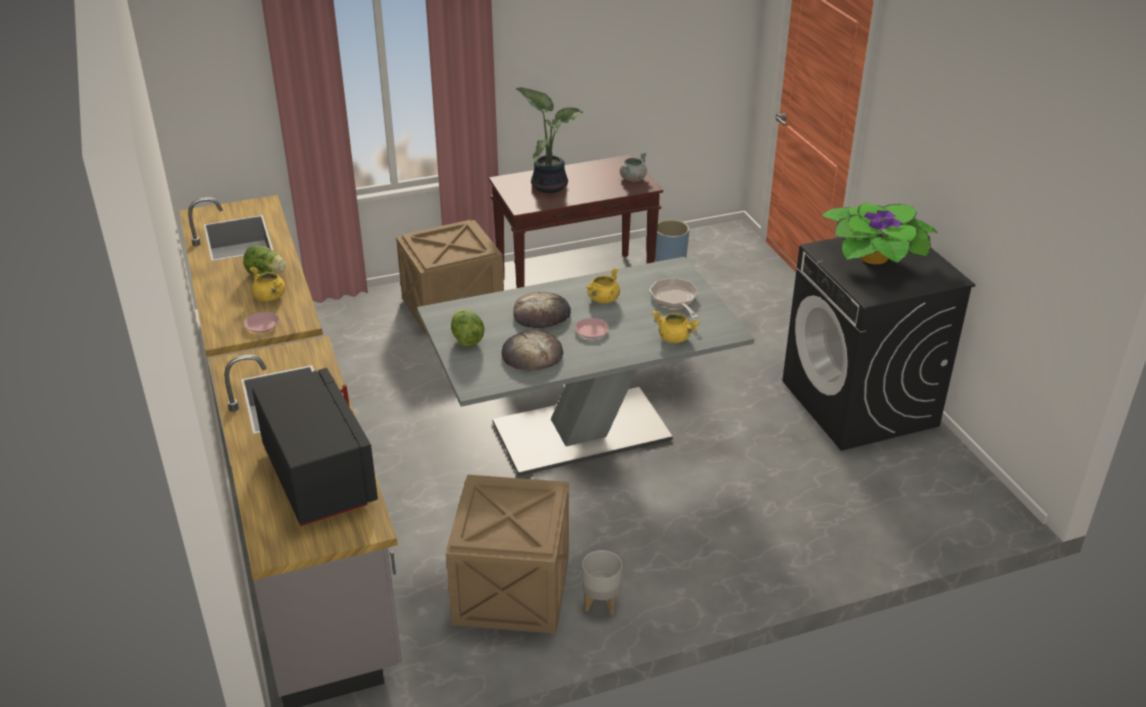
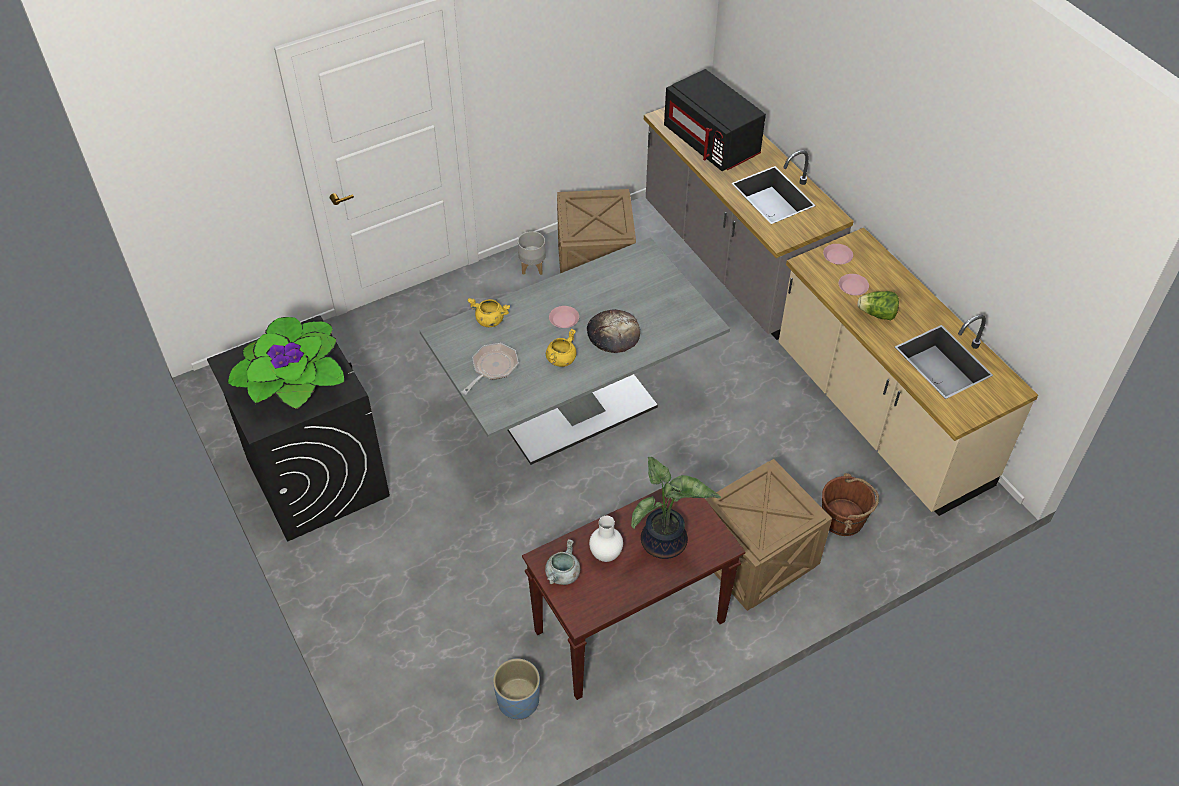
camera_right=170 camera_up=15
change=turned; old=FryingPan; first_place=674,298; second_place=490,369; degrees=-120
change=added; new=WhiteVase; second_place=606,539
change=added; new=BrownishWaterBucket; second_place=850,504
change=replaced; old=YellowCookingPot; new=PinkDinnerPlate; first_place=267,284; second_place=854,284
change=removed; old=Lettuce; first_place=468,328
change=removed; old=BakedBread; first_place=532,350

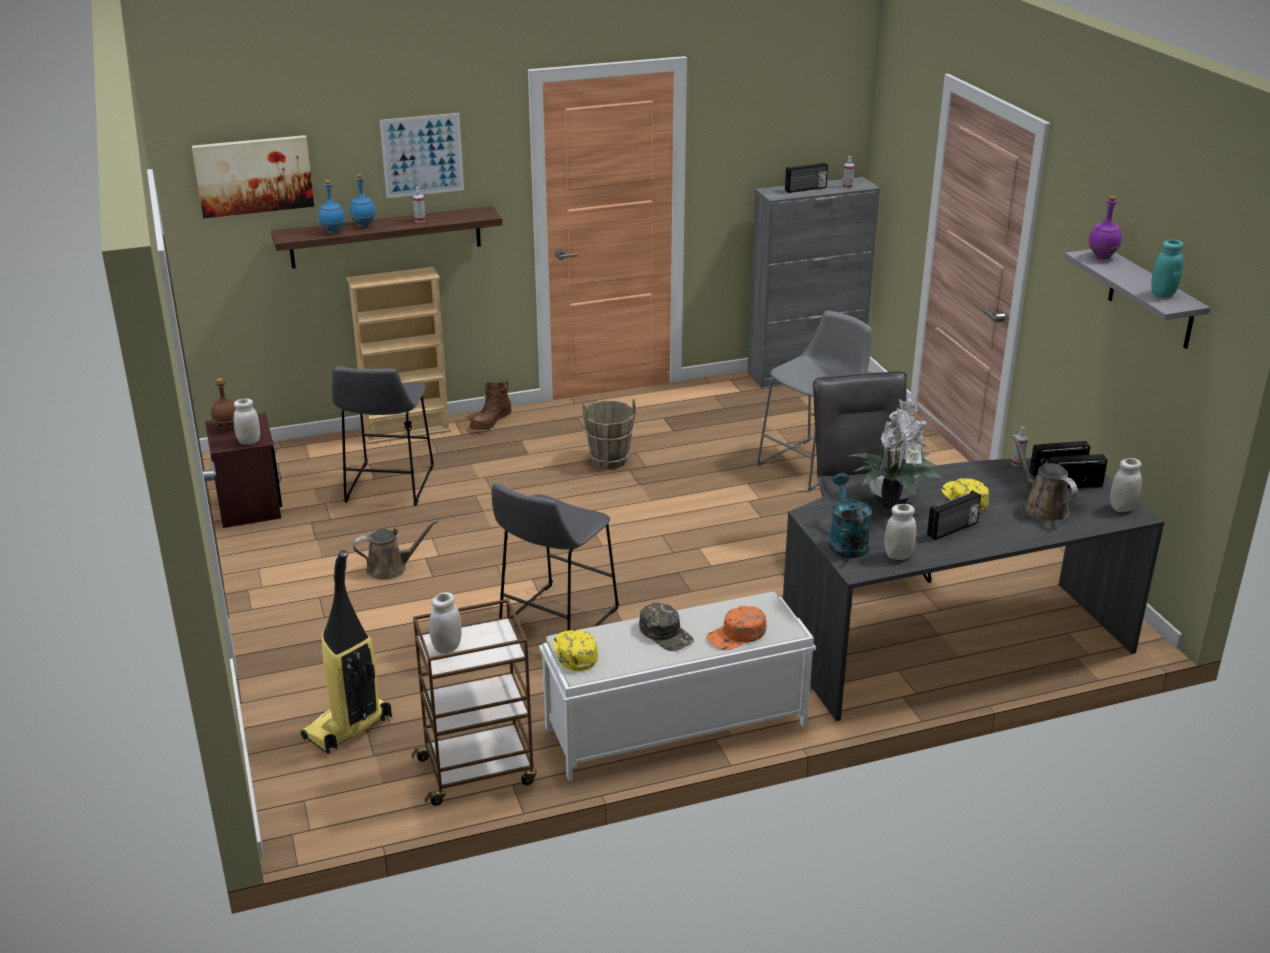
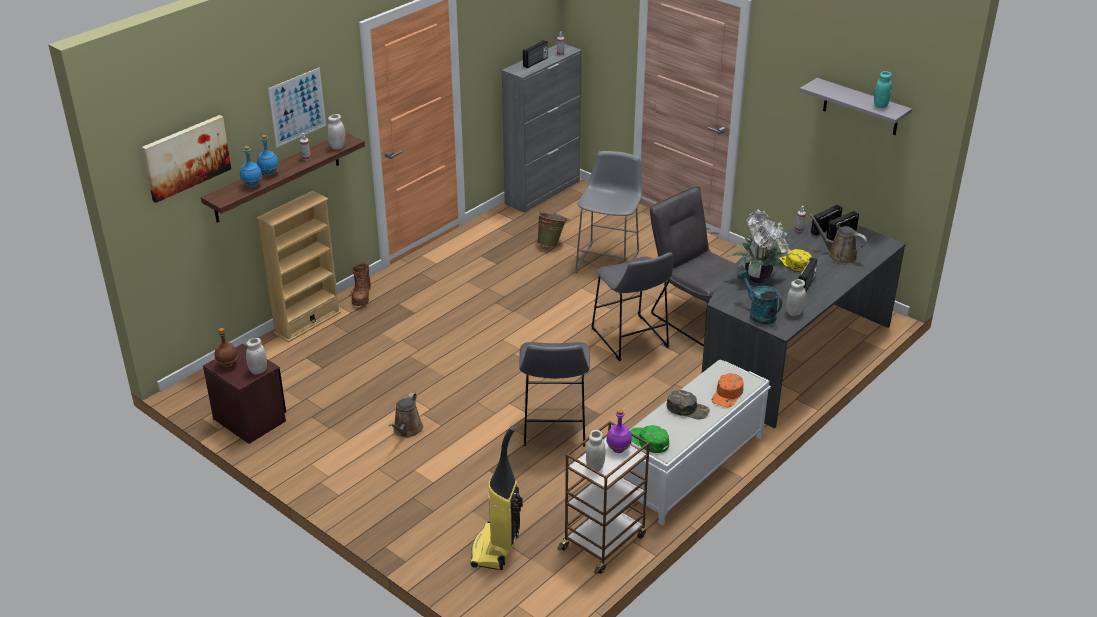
camera_right=-30 camera_up=5
change=moved; old=WhiteStorageJar; first_place=1126,485; second_place=336,132
change=turned; old=BrownishSprinklingCan; first_place=395,550; second_place=406,415; degrees=150
change=added; new=GreenWaterBucket; second_place=552,229
change=moved; old=GraySittingStool; first_place=383,436; second_place=632,306
change=moved; old=PurpleBottle; first_place=1105,227; second_place=619,431
change=recoloured; old=YellowPeakedCap; new=GreenPeakedCap; first_place=575,650; second_place=649,439
change=removed; old=BrownishWaterBucket; first_place=609,434

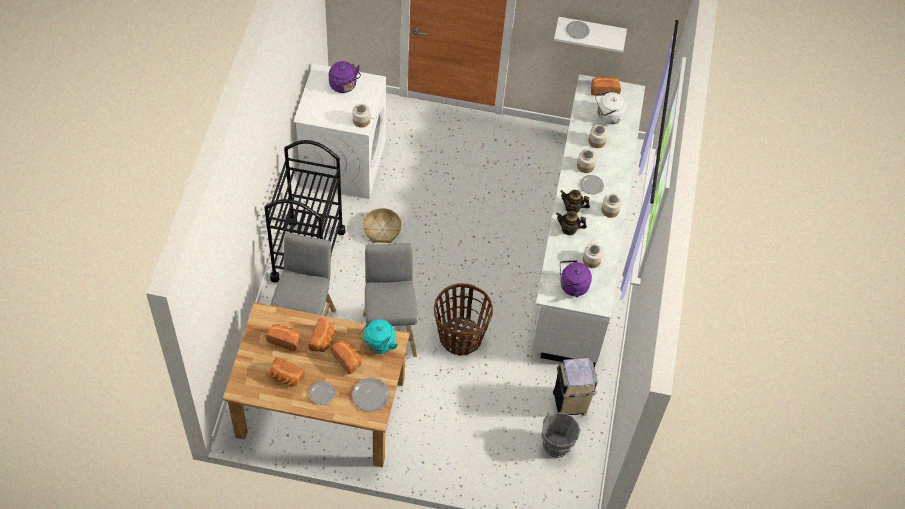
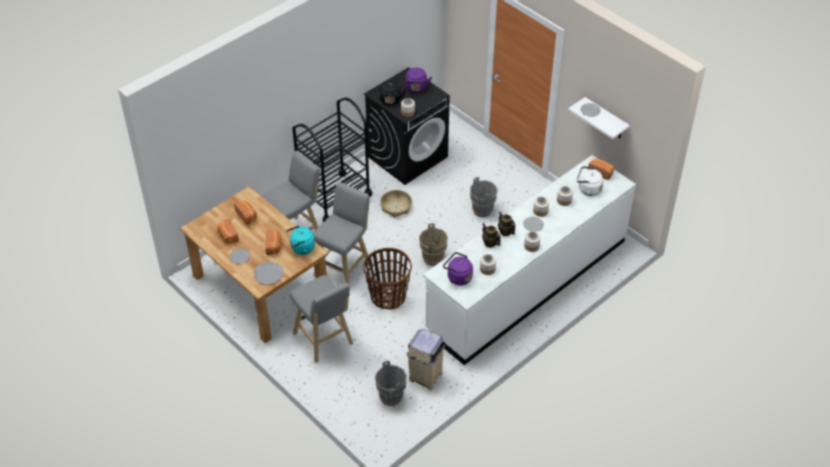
camera_right=40 camera_up=-10
change=added; new=GraySittingStool; second_place=321,319
change=recoloured; old=WhiteLaundryAppliance; new=BlackColouredLaundryAppliance; first_place=339,131; second_place=407,126
change=added; new=BlackColouredKettle; second_place=392,92
change=added; new=BrownishWaterBucket; second_place=433,244
change=added; new=GrayWaterBucket; second_place=484,197
change=removed; old=BakedBread; first_place=321,335

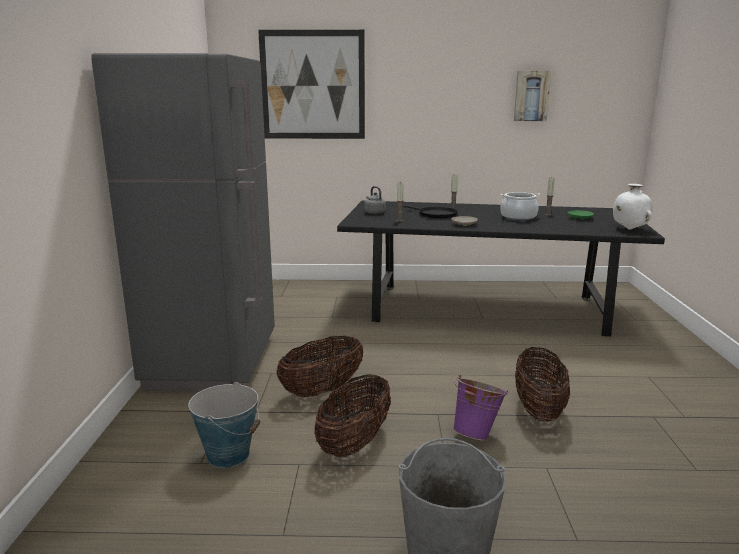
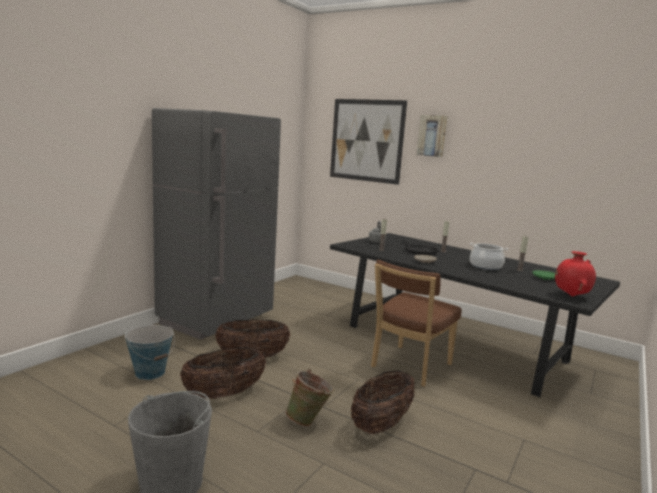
camera_right=30 camera_up=-5
change=recoloured; old=PurpleWaterBucket; new=GreenWaterBucket; first_place=480,408; second_place=309,398
change=added; new=BrownishPlainChair; second_place=416,323
change=moved; old=WallPicture; first_place=532,96; second_place=432,136
change=recoloured; old=WhiteVase; new=RedColouredVase; first_place=633,207; second_place=575,273

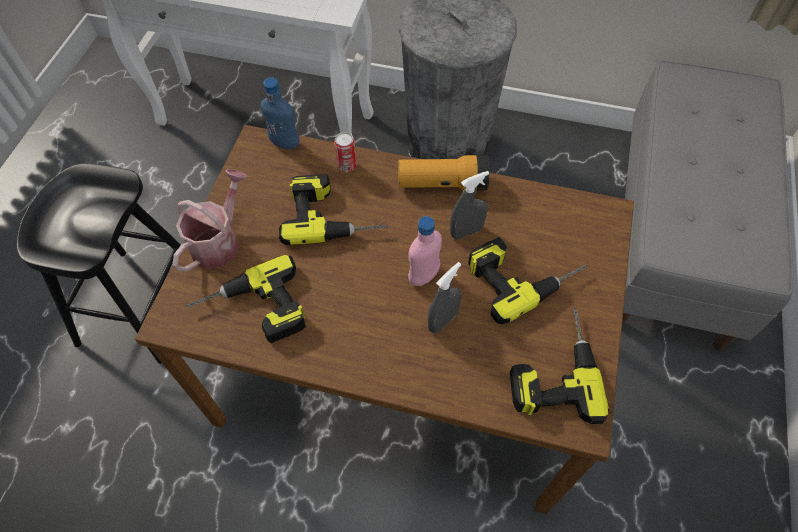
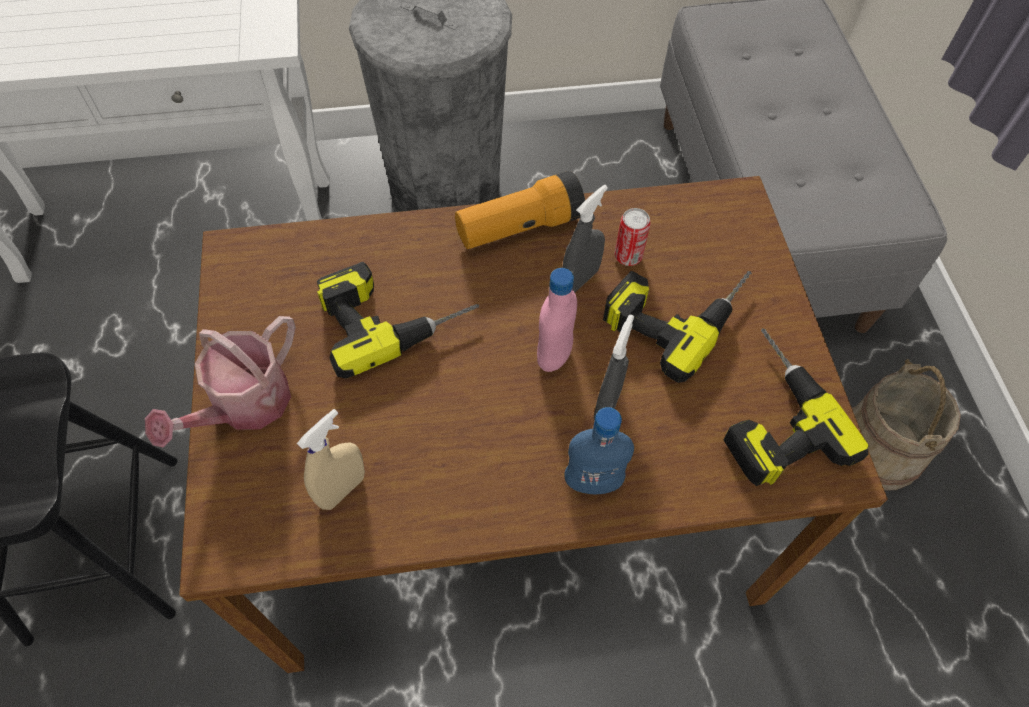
camera_right=-25 camera_up=0
change=turned; old=SprinklingCan; first_place=210,220; second_place=220,381; degrees=-150
change=replaced; old=PowerDrill; new=BeigeColouredSprayer; first_place=245,299; second_place=331,459
change=moved; old=BluishBottle; first_place=280,113; second_place=599,450
change=moved; old=Can; first_place=345,152; second_place=632,237
change=added; new=BeigeColouredWaterBucket; second_place=906,424

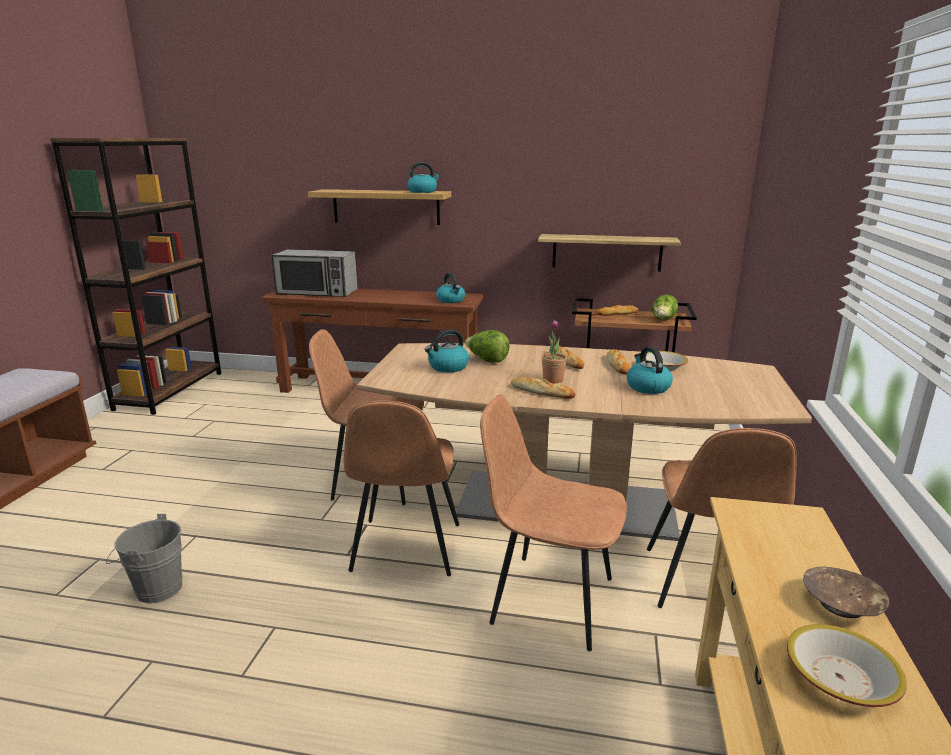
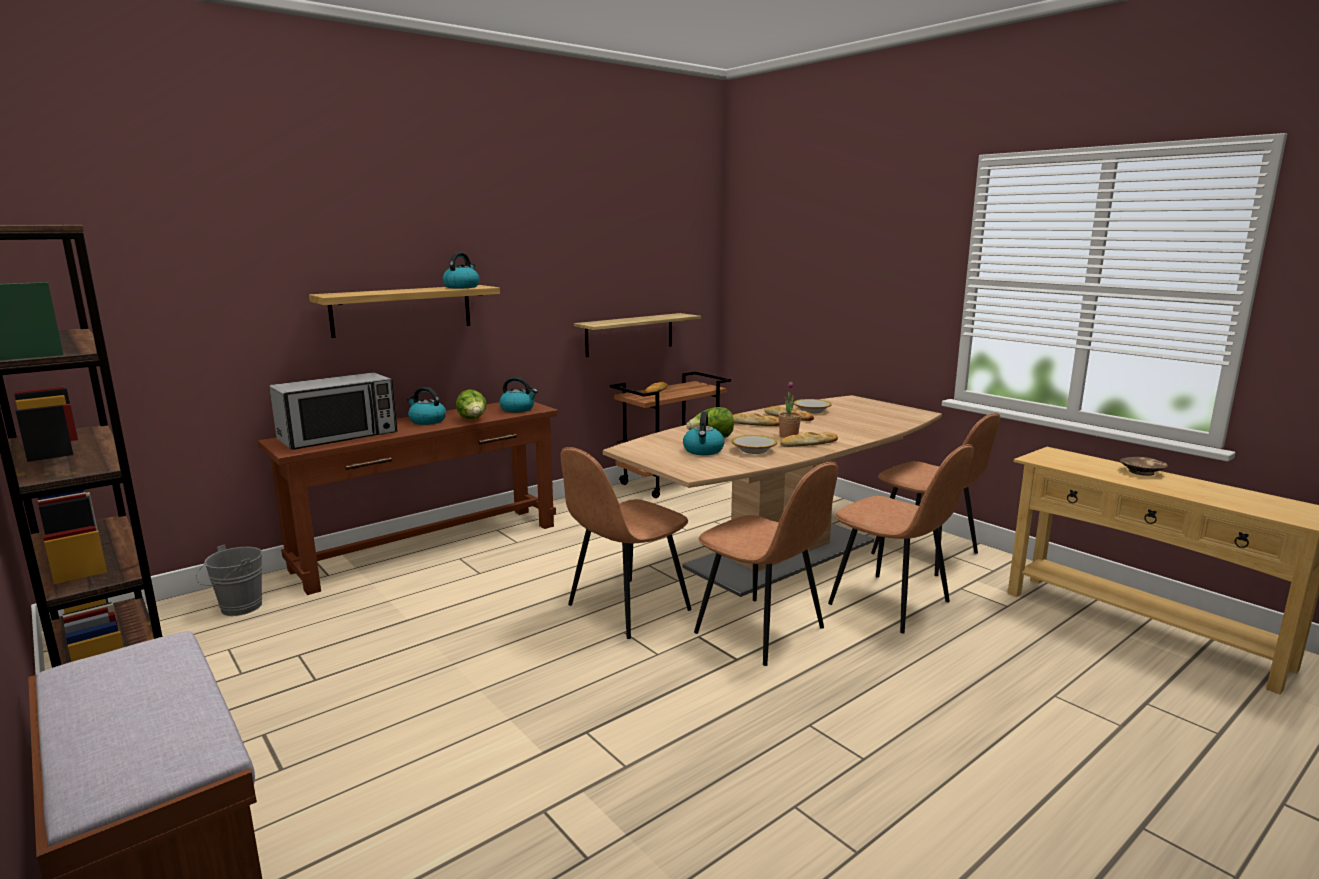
camera_right=-50 camera_up=-5
change=moved; old=GrayWaterBucket; first_place=144,559; second_place=229,580
change=moved; old=Kettle; first_place=650,370; second_place=426,406
change=moved; old=Lettuce; first_place=665,307; second_place=471,404
change=moved; old=ServingBowl; first_place=847,665; second_place=754,444
change=turned; old=BrownishPlainChair; first_place=553,522; second_place=901,538; degrees=-105

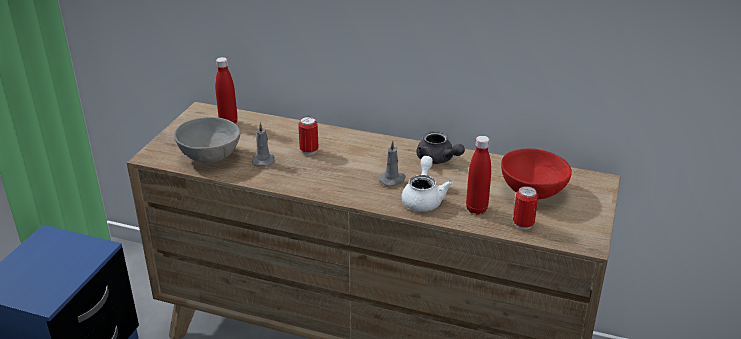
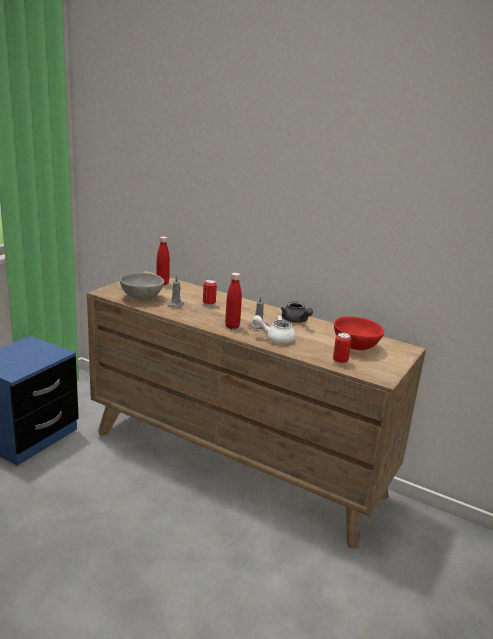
camera_right=10 camera_up=-10
change=moved; old=RedColouredBottle; first_place=478,175; second_place=233,301
change=turned; old=WhiteTeaPot; first_place=427,183; second_place=274,329; degrees=-105

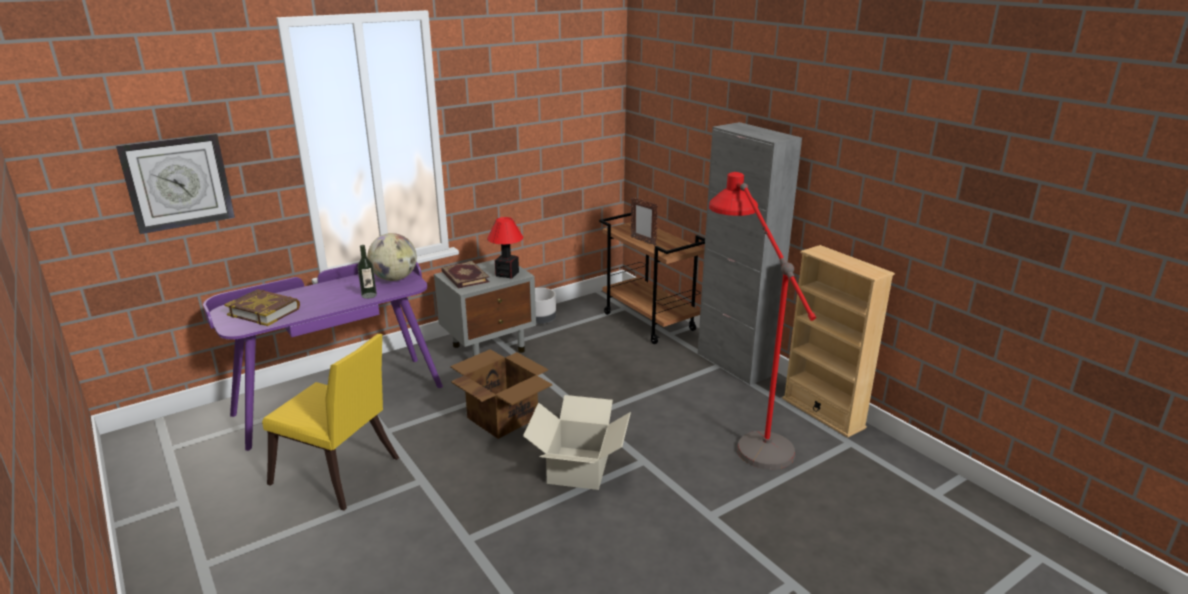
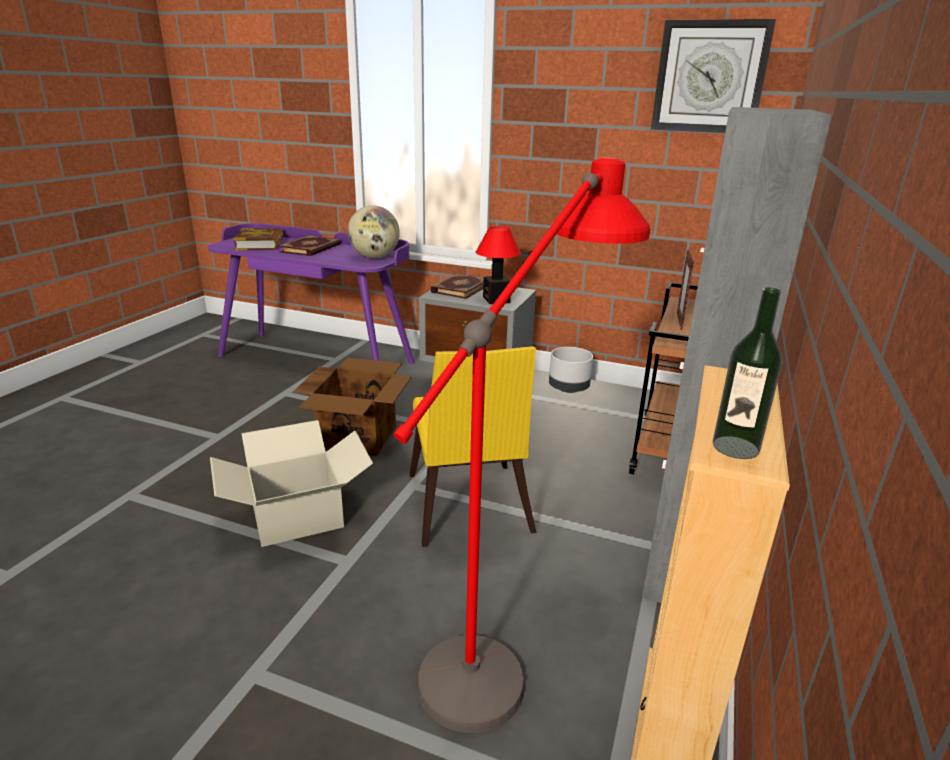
camera_right=55 camera_up=0
change=added; new=Volume; second_place=309,245
change=moved; old=YellowPlainChair; first_place=330,422; second_place=473,446
change=moved; old=HangingClock; first_place=175,183; second_place=713,76
change=moved; old=Bottle; first_place=367,272; second_place=747,373

